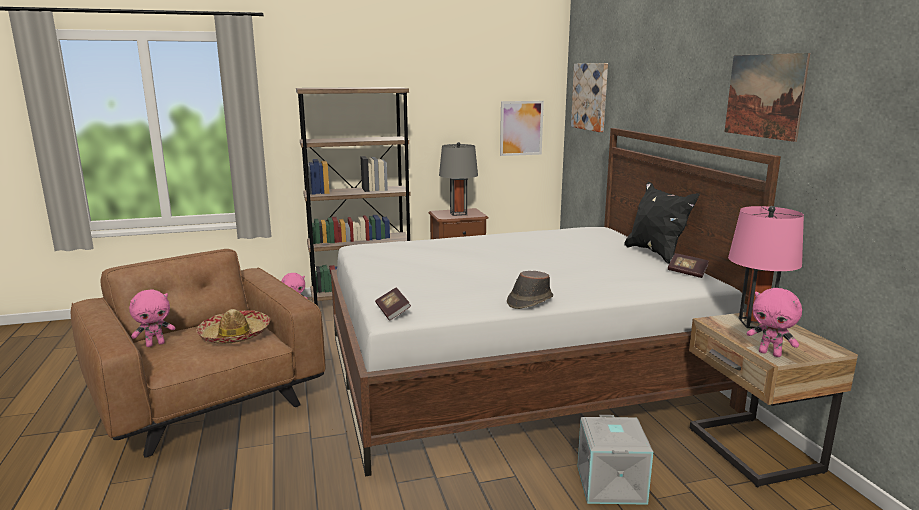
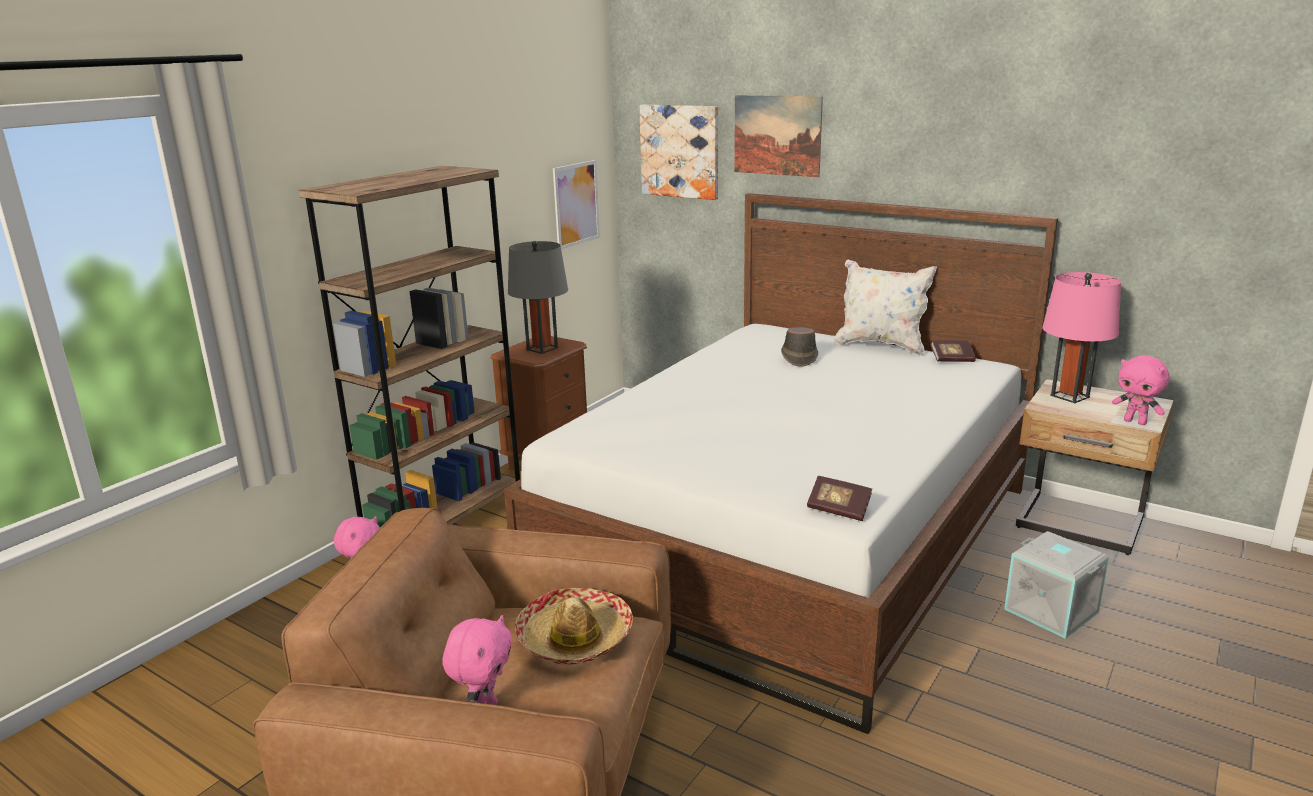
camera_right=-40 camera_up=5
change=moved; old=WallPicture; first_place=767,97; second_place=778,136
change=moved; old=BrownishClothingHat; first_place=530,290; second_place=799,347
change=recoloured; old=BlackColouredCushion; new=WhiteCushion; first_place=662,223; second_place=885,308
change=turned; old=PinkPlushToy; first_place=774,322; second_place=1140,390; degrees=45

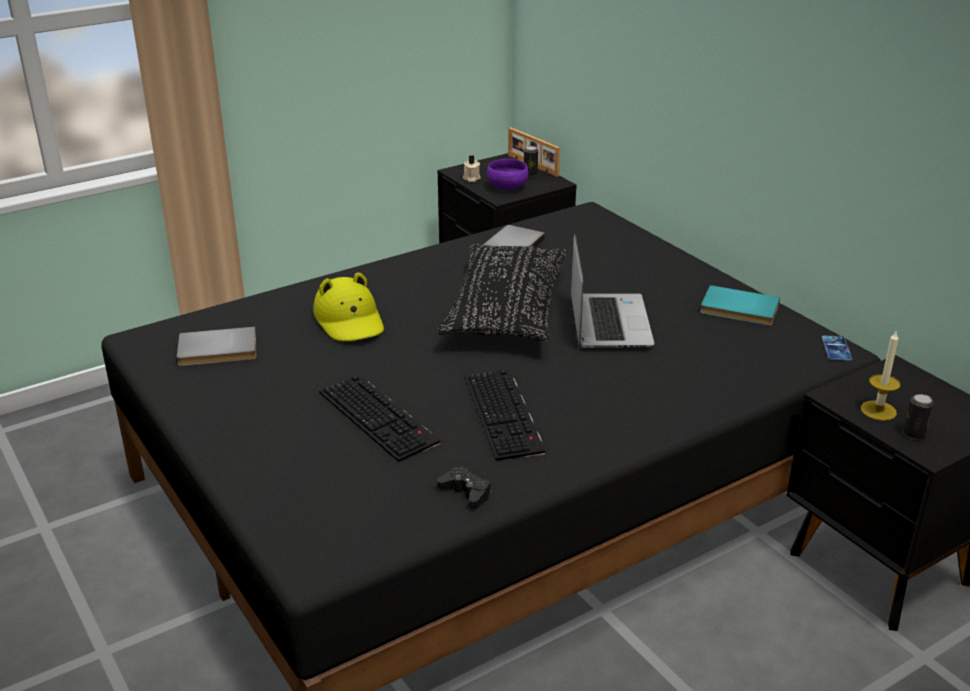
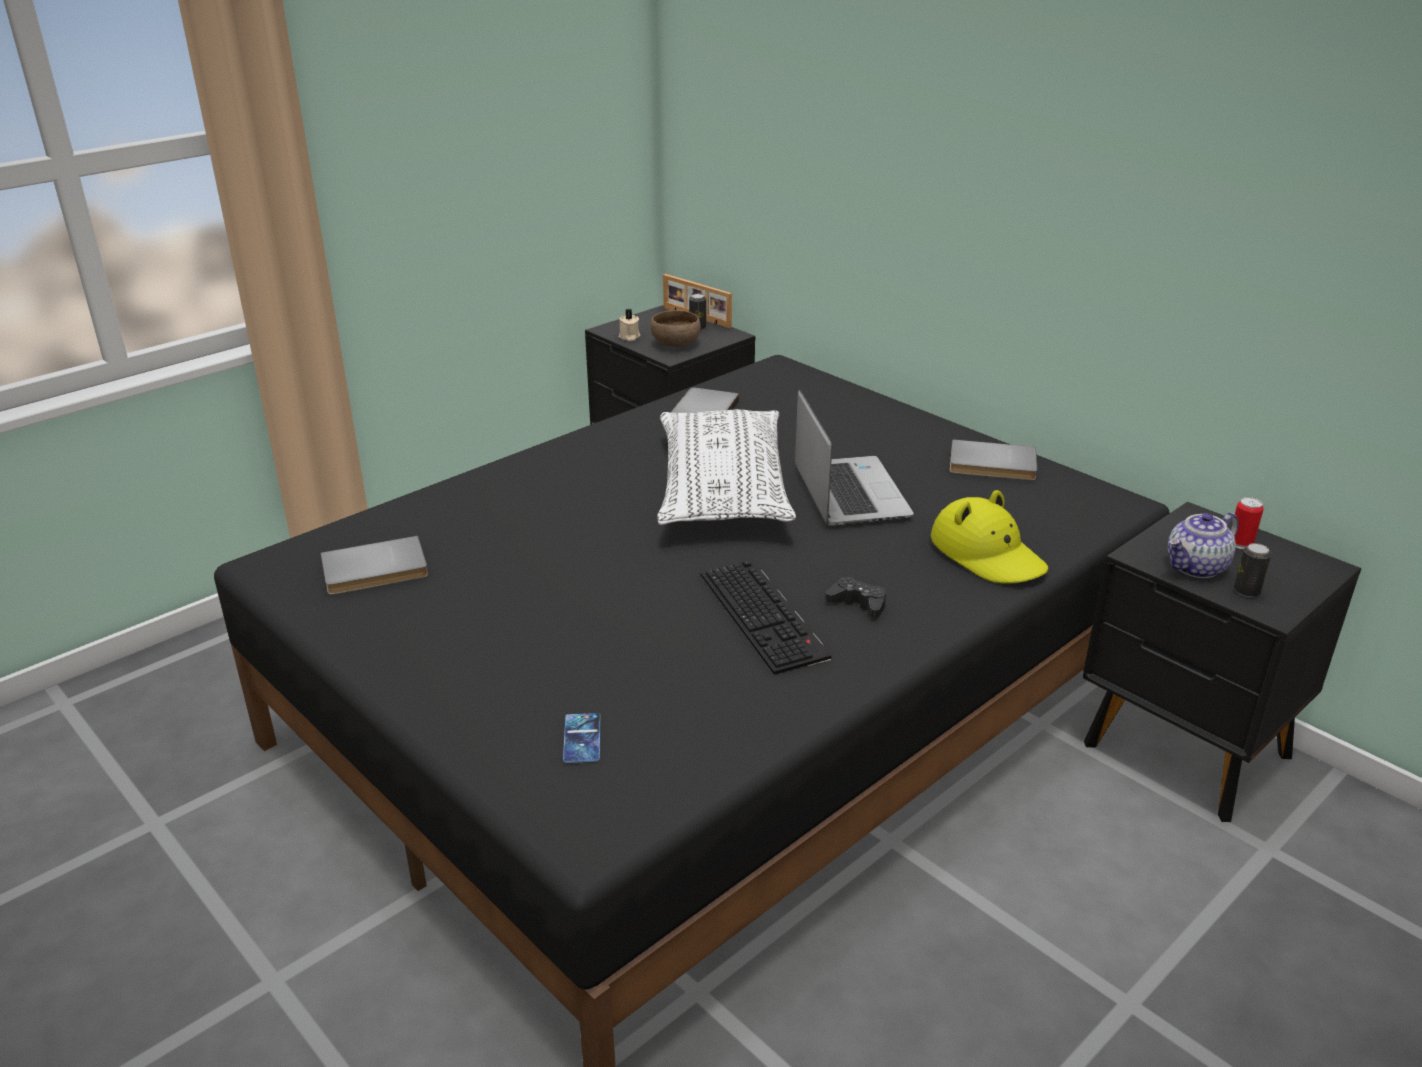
camera_right=-10 camera_up=0
change=moved; old=Handset; first_place=837,348; second_place=581,738
change=recoloured; old=PurpleServingBowl; new=BrownishServingBowl; first_place=508,174; second_place=676,328
change=recoloured; old=BlackColouredCushion; new=WhiteCushion; first_place=502,292; second_place=726,467
change=moved; old=BlackColouredGameController; first_place=464,487; second_place=855,597
change=moved; old=YellowClothingHat; first_place=348,306; second_place=989,536
change=recoloured; old=TurquoiseVolume; new=GrayVolume; first_place=740,305; second_place=993,460
change=replaced; old=WaxLight; new=TeaPot; first_place=881,375; second_place=1203,545
change=added; new=Can; second_place=1249,523
change=removed; old=PcKeyboard; first_place=379,418

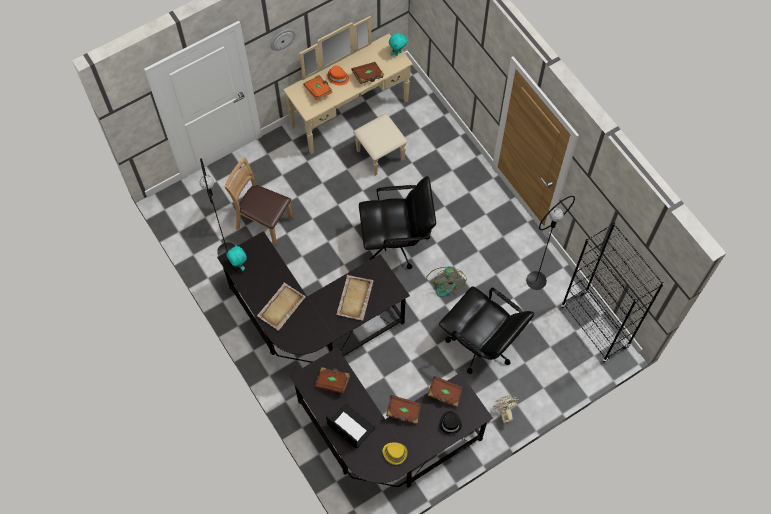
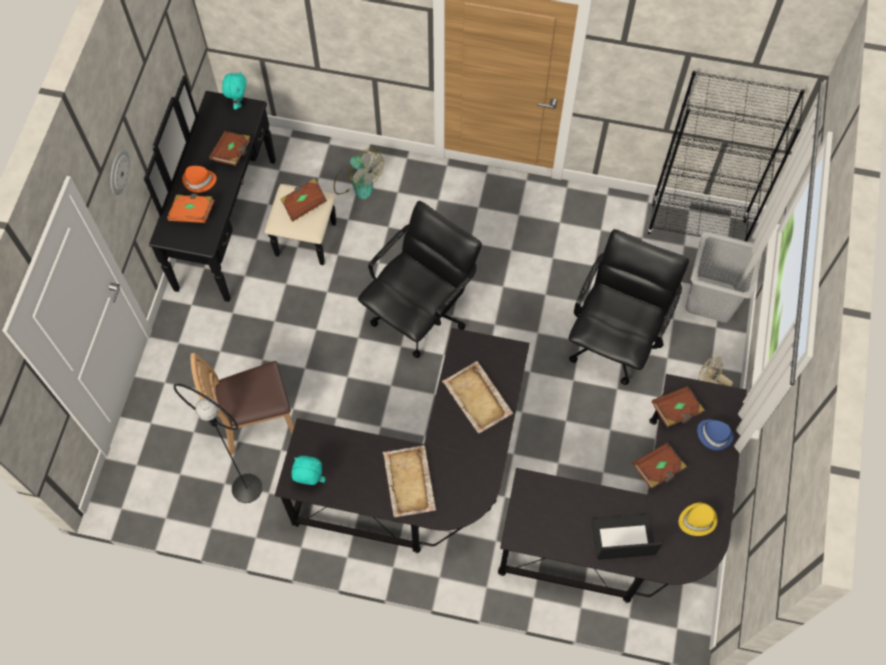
camera_right=-45 camera_up=0
change=recoloured; old=BeigeColouredDrawerChest; new=BlackColouredDrawerChest; first_place=347,96; second_place=240,188
change=moved; old=BrownishVolume; first_place=332,380; second_place=304,199
change=moved; old=Fan; first_place=446,281; second_place=359,174
change=turned; old=BlackColouredComputerChair; first_place=486,330; second_place=628,307; degrees=-60
change=added; new=GrayHamper; second_place=724,277
change=recoloured; old=BlackColouredClothingHat; new=BluishClothingHat; first_place=450,422; second_place=715,435
change=removed; old=BlackColouredFloorLamp; first_place=550,243

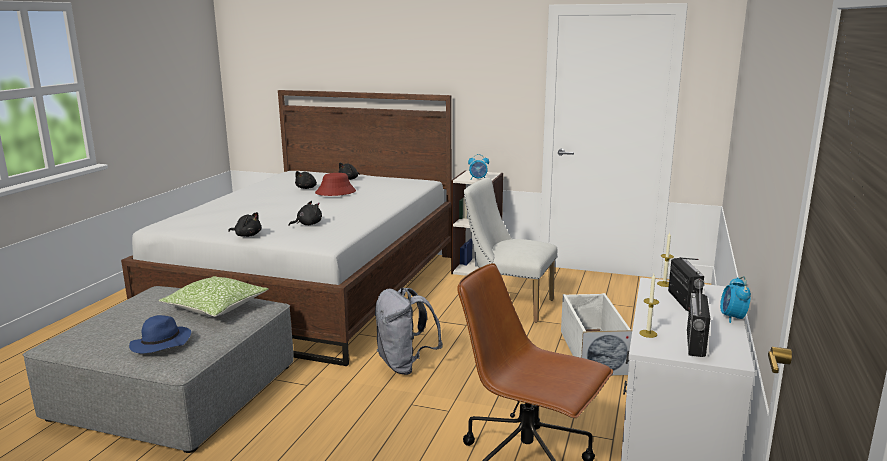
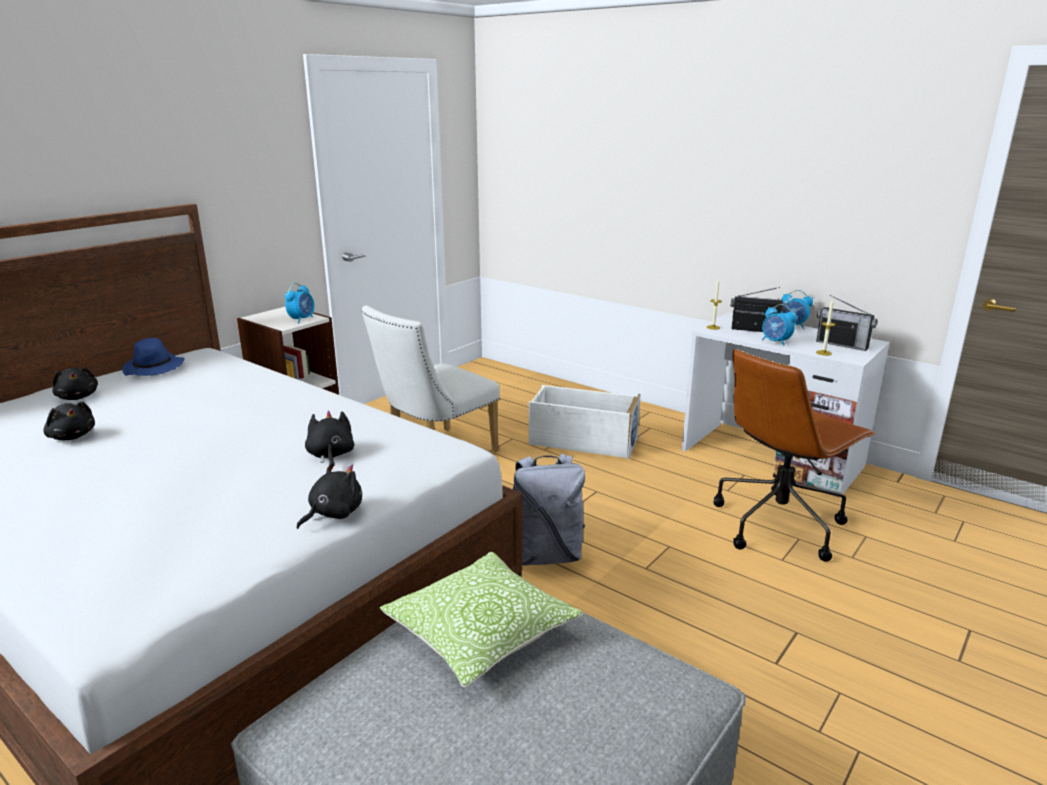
camera_right=-70 camera_up=5
change=moved; old=BluishClothingHat; first_place=160,334; second_place=153,357
change=added; new=BedsideClock; second_place=779,325
change=removed; old=RedColouredClothingHat; first_place=335,184

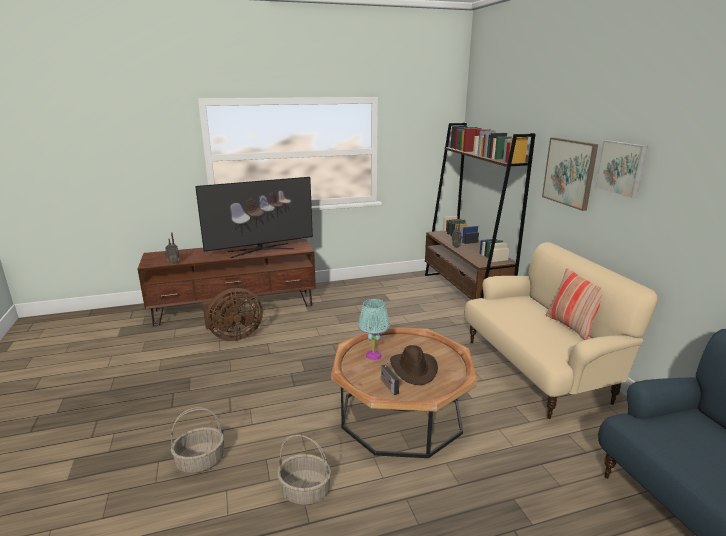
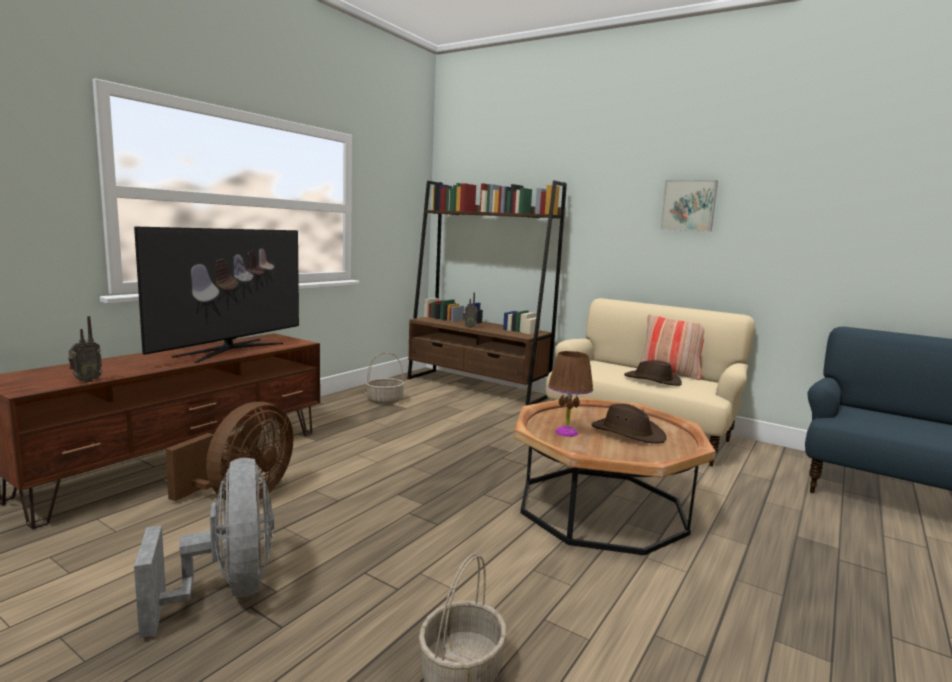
camera_right=-40 camera_up=-10
change=added; new=GrayFan; second_place=204,548
change=moved; old=HouseholdBasket; first_place=304,470; second_place=385,378
change=recoloured; old=TurquoiseTabletopLamp; new=BrownishTabletopLamp; first_place=374,329; second_place=570,394
change=added; new=BrownishClothingHat; second_place=653,373
change=removed; old=RadioSet; first_place=390,378
change=removed; old=WallPicture; first_place=570,174

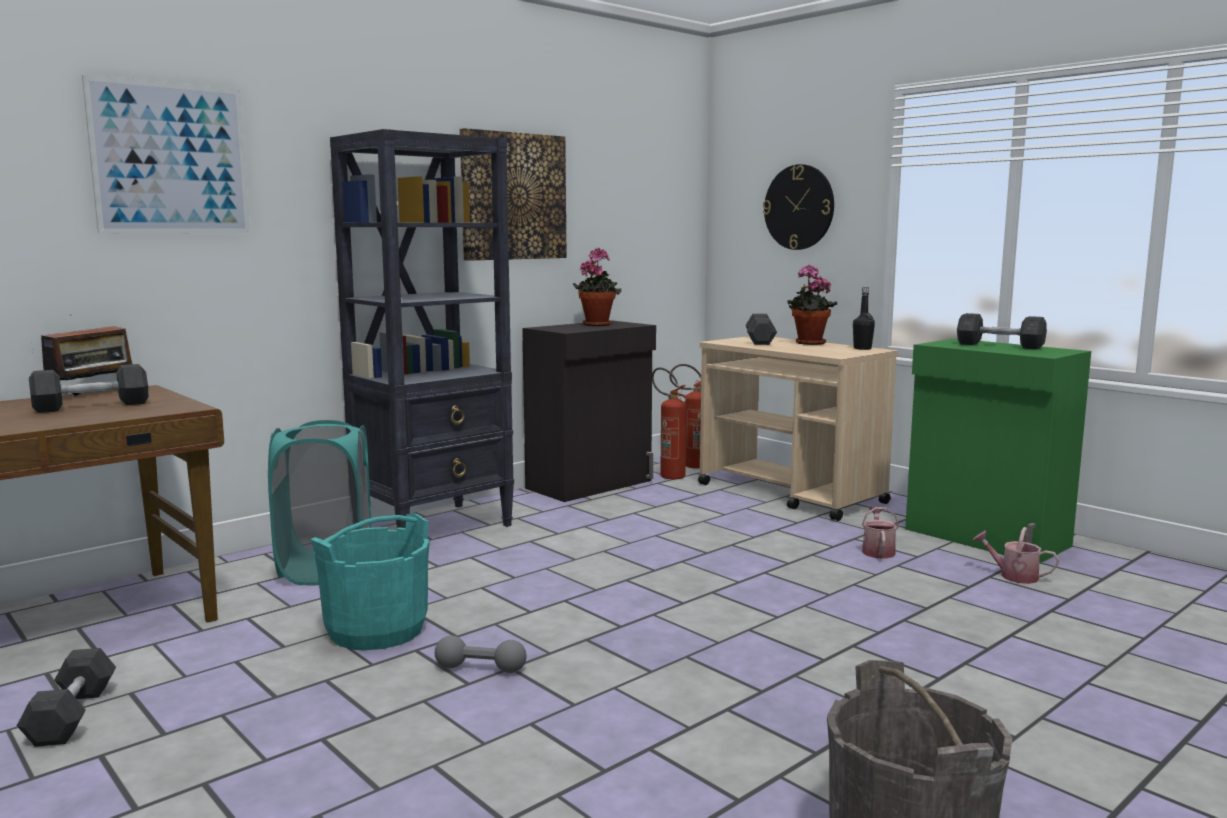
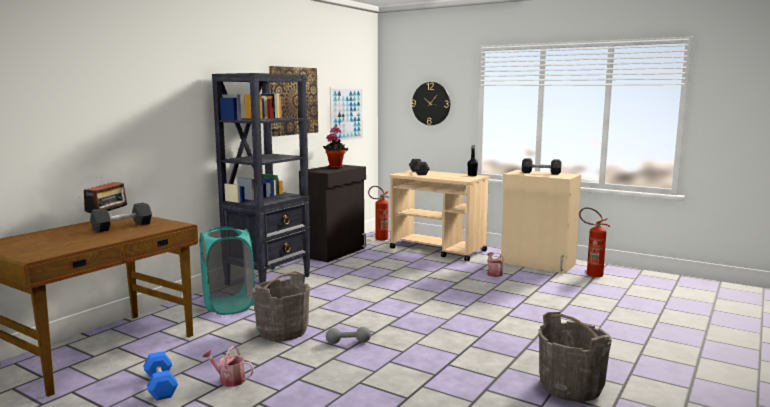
camera_right=-15 camera_up=0
change=recoloured; old=GrayFreeWeight; new=BluishFreeWeight; first_place=66,697; second_place=160,376
change=moved; old=SprinklingCan; first_place=1016,555; second_place=228,366
change=recoloured; old=TurquoiseWaterBucket; new=GrayWaterBucket; first_place=370,582; second_place=281,306
change=moved; old=WallPicture; first_place=166,154; second_place=346,115
change=recoloured; old=GreenCabinet; new=BeigeColouredCabinet; first_place=998,451; second_place=541,221
change=moved; old=FireExtinguisher; first_place=670,423; second_place=594,242
change=removed; old=Houseplant; first_place=812,305

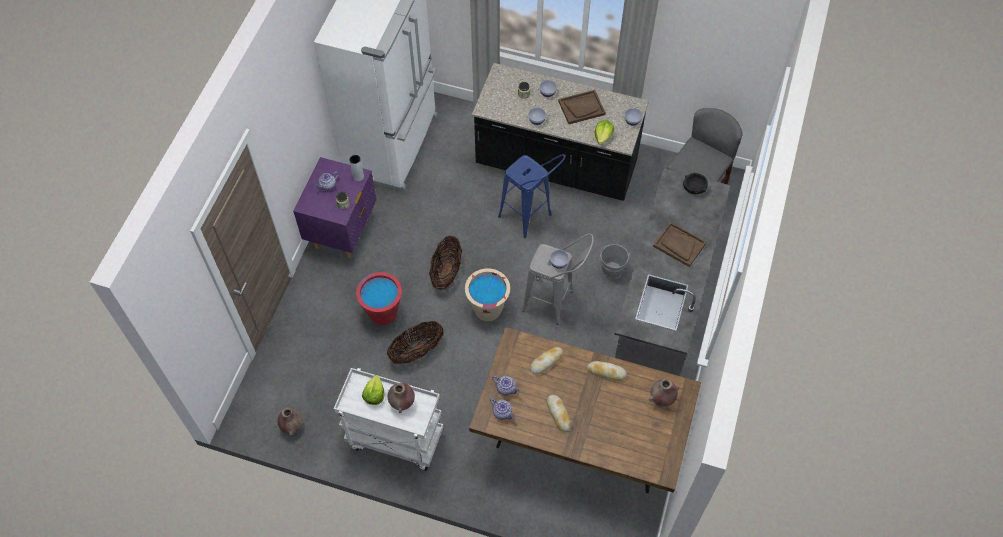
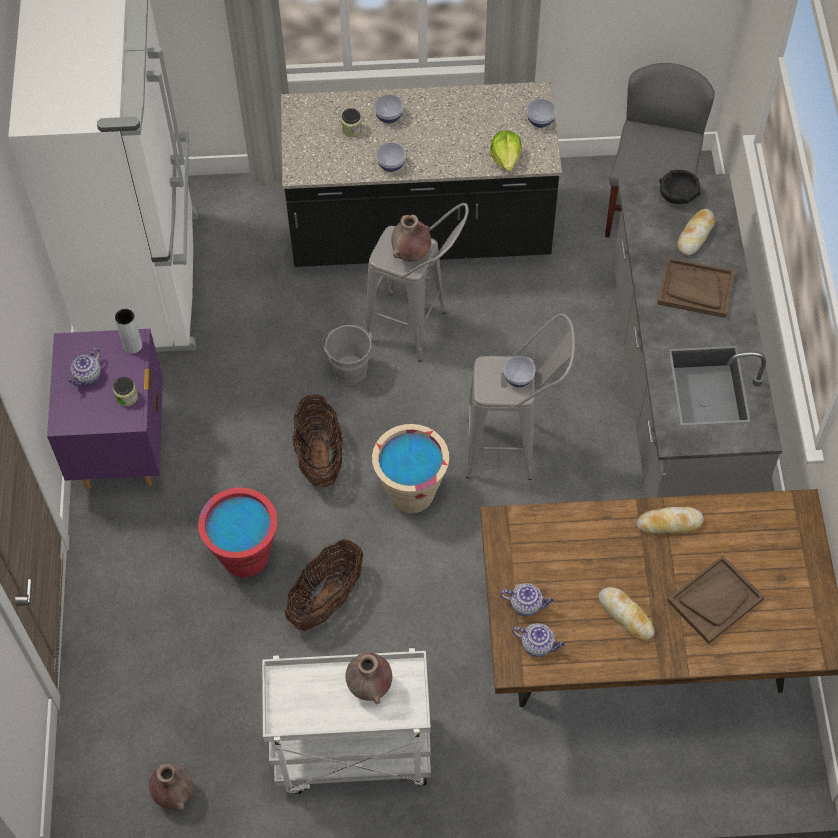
camera_right=-20 camera_up=0
change=moved; old=GrayWaterBucket; first_place=614,262; second_place=347,355
change=recoloured; old=BluishSittingStool; new=GraySittingStool; first_place=532,196; second_place=417,282
change=moved; old=BrownishVase; first_place=664,393; second_place=411,238
change=moved; old=BrownishTray; first_place=582,107; second_place=715,599
change=moved; old=BakedBread; first_place=546,360; second_place=696,232
change=removed; old=Lettuce; first_place=373,390

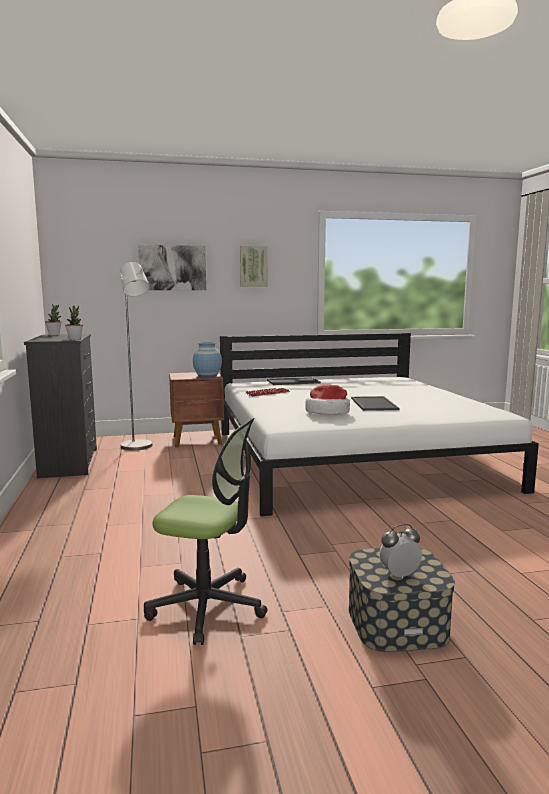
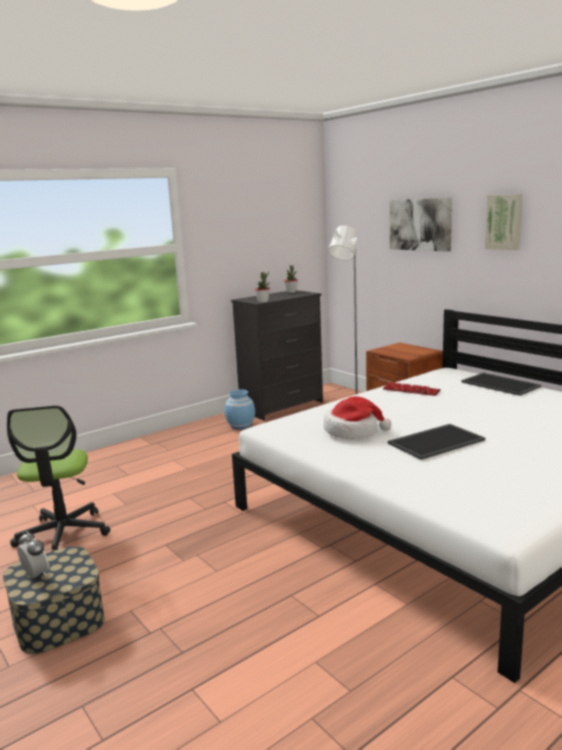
camera_right=65 camera_up=5
change=moved; old=BluishVase; first_place=207,360; second_place=240,409

